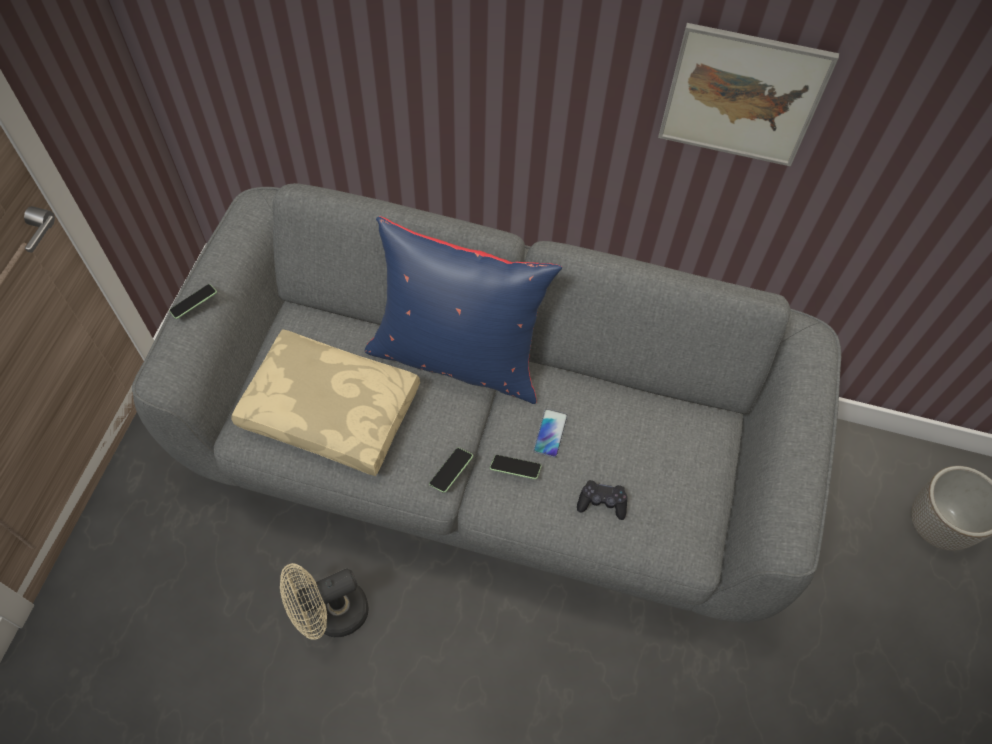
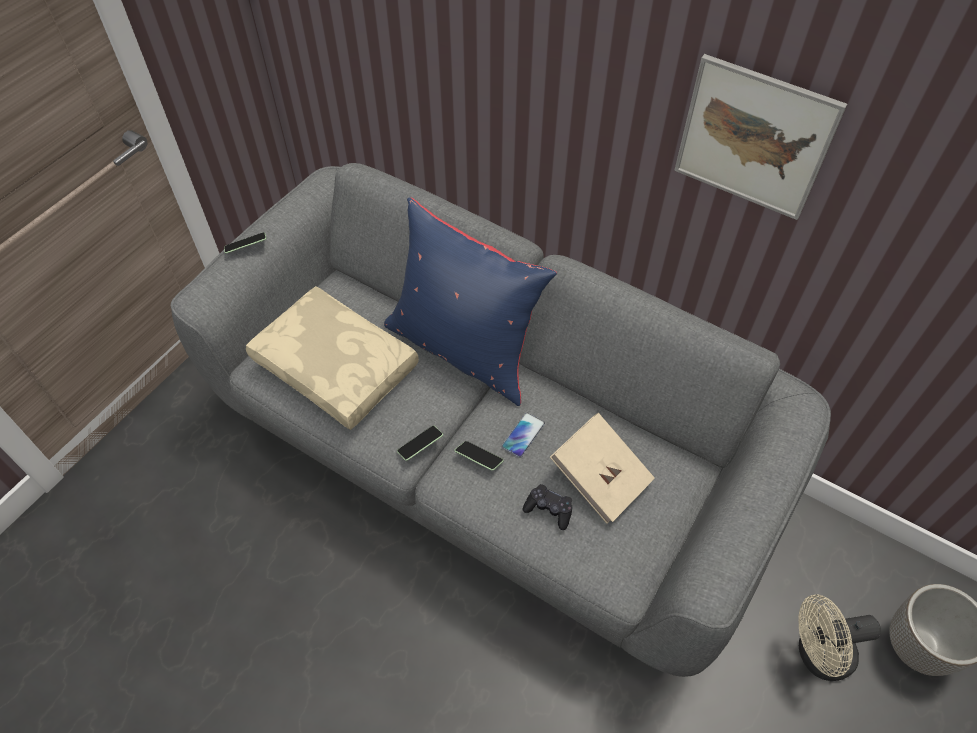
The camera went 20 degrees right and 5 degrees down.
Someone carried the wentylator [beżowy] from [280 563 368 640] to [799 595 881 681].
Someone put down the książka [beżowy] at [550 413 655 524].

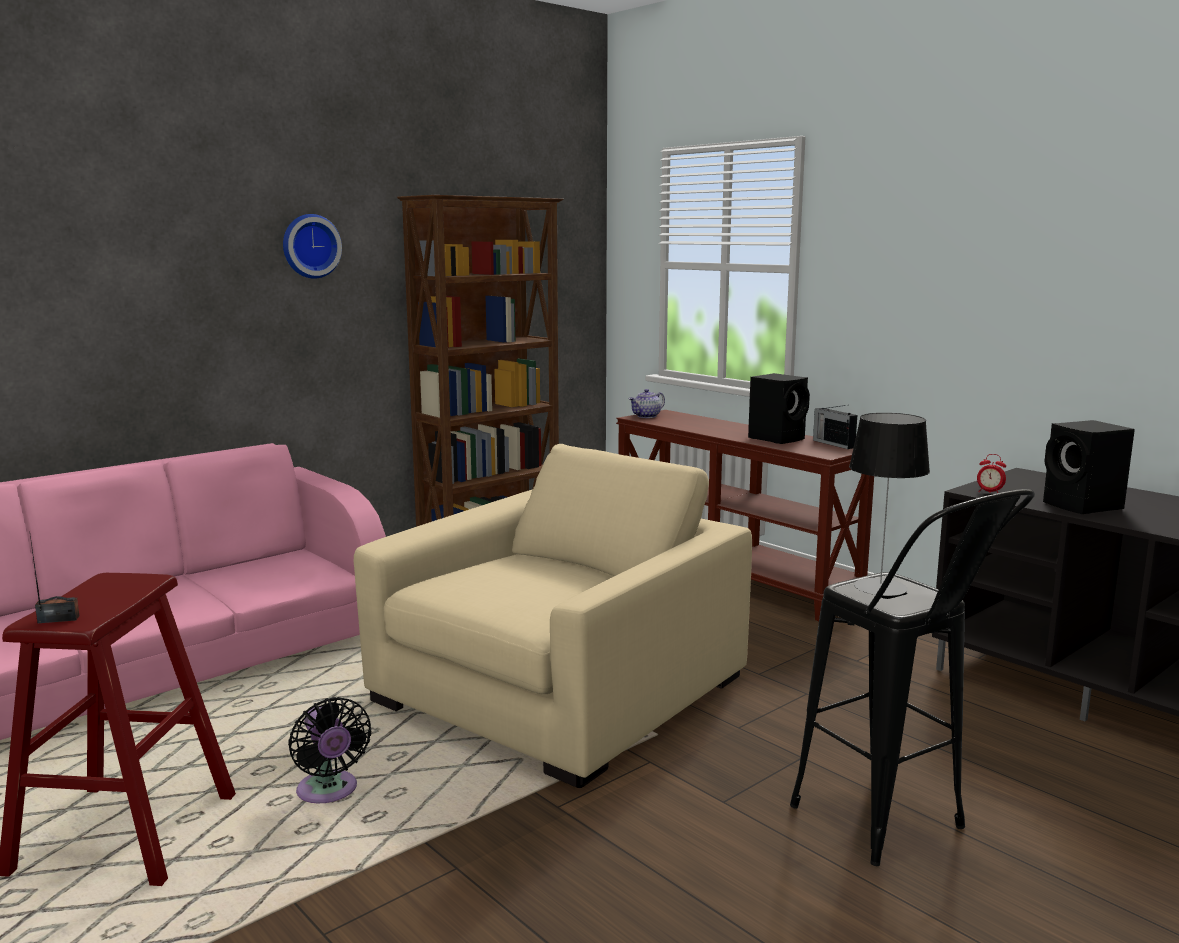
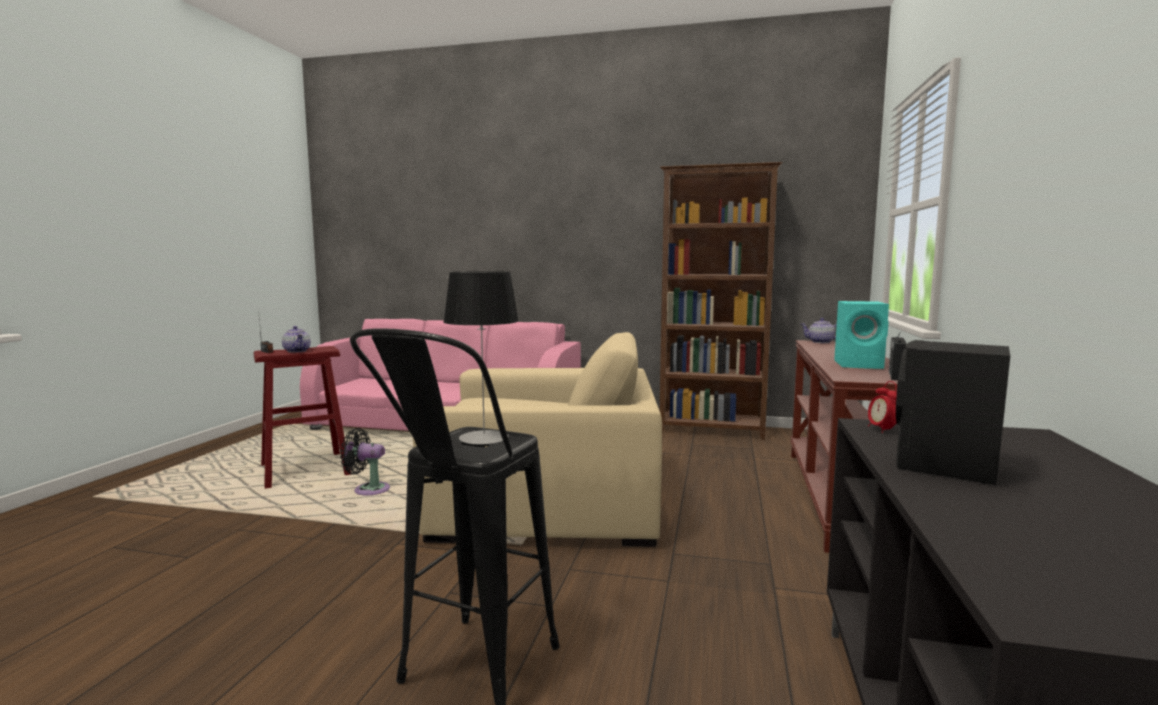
The camera went 55 degrees right and 5 degrees down.
Someone took away the zegar ścienny at [283 214 342 279].
Someone repainted the głośnik [czarny] at [748 373 810 444], which became the głośnik [turkusowy] at [834 301 889 369].
Someone rotated the wentylator [czarny] at [288 697 371 803] by 75 degrees clockwise.
Someone put down the imbryk at [282 326 311 353].

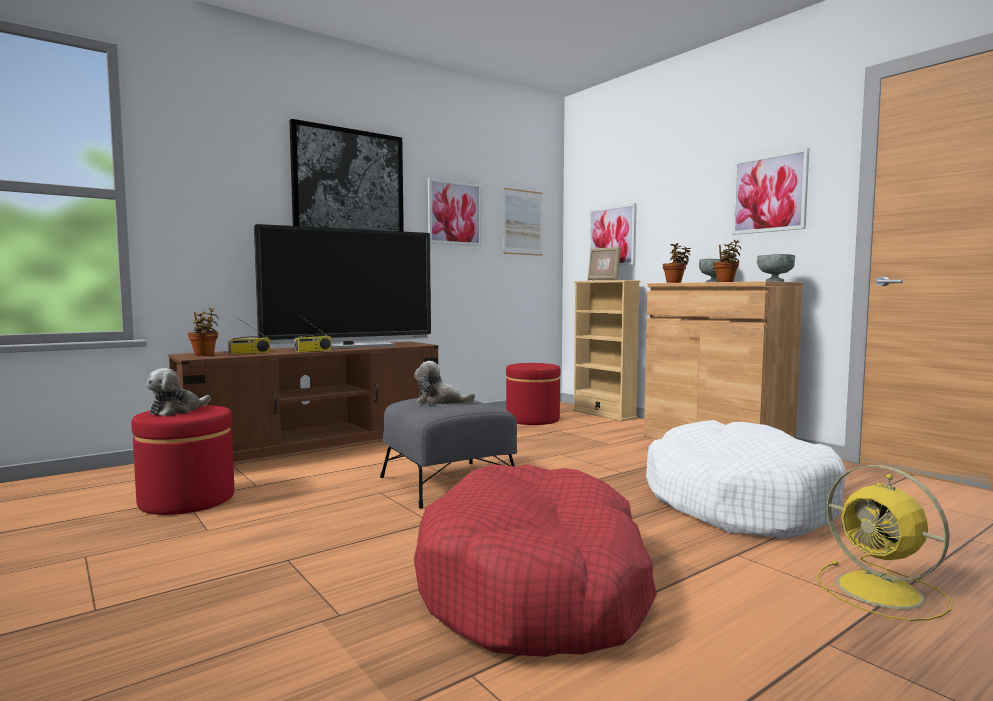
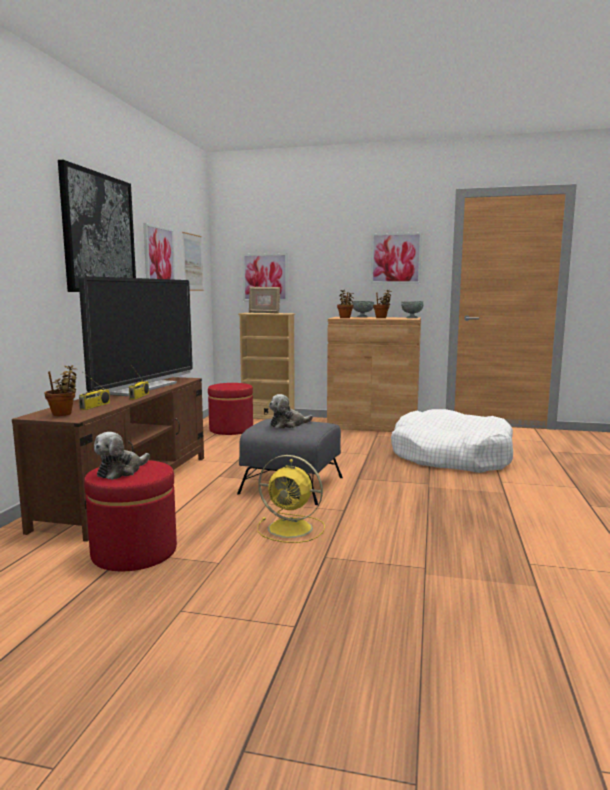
The camera went 40 degrees left and 5 degrees up.
Someone rotated the pluszak at [147 368 211 416] by 45 degrees clockwise.
Someone took away the legowisko [czerwony] at [414 464 657 657].
Someone carried the wentylator [żółty] from [817 465 952 621] to [257 455 325 543].

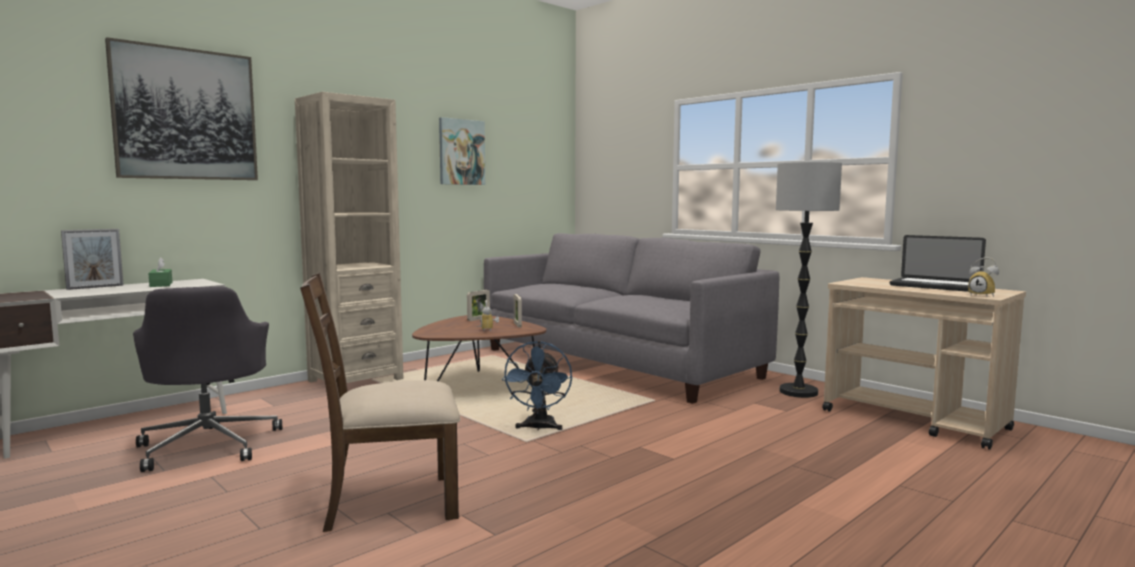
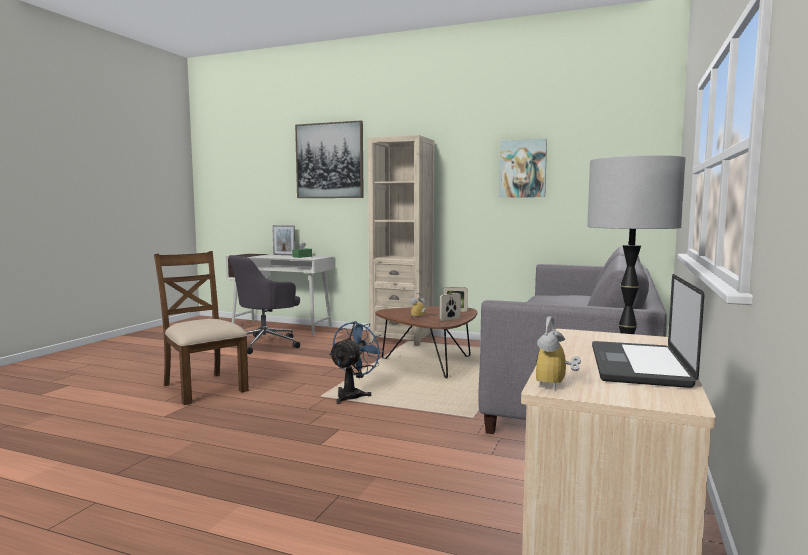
The camera went 65 degrees right and 0 degrees up.
Someone rotated the wentylator [niebieski] at [502 341 572 430] by 135 degrees clockwise.

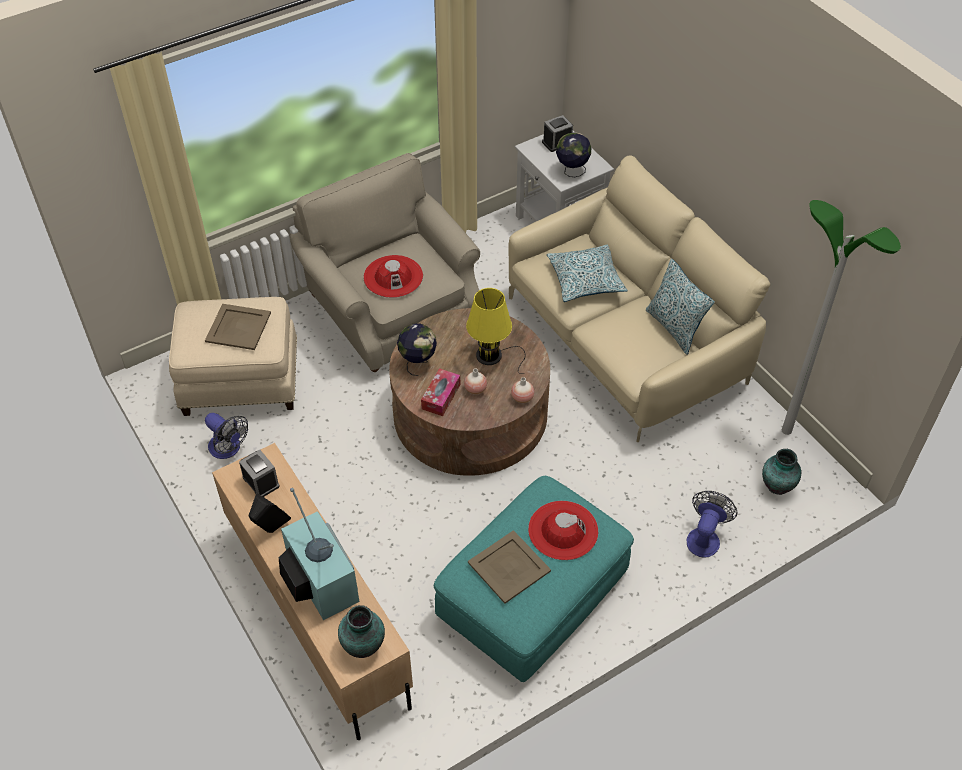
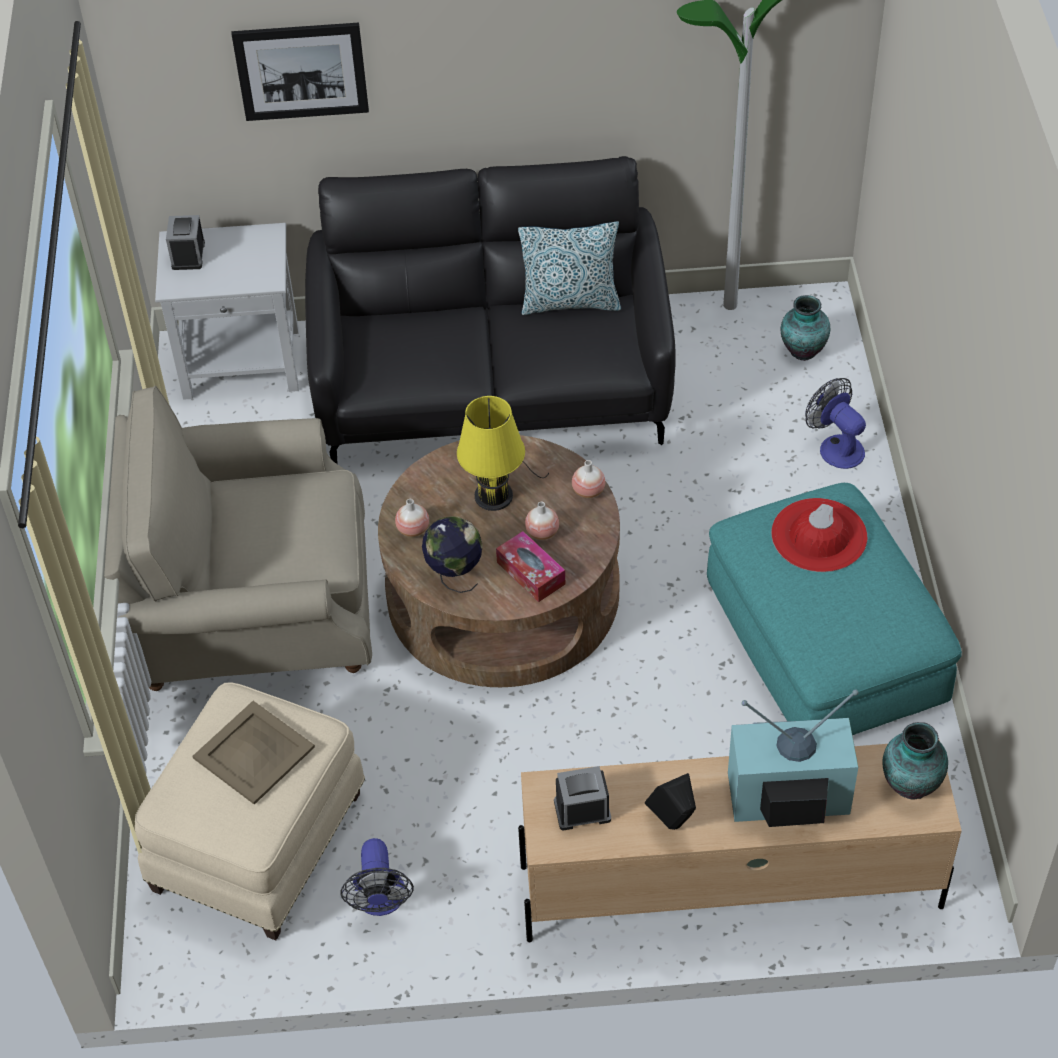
The camera went 60 degrees left and 0 degrees up.
Someone took away the globus at [556 132 591 177].
Someone repainted the kanapa [beżowy] at [509 155 770 442], which became the kanapa [czarny] at [305 156 676 464].
Someone took away the poduszka at [547 245 628 302].
Someone took away the kapelusz [czerwony] at [364 255 423 298].
Someone rotated the wentylator at [205 413 248 459] by 105 degrees clockwise.
Someone took away the taca [beżowy] at [468 530 551 604].
Someone put up the obraz at [232 23 369 121].
Someone put down the wazon at [395 499 429 537].

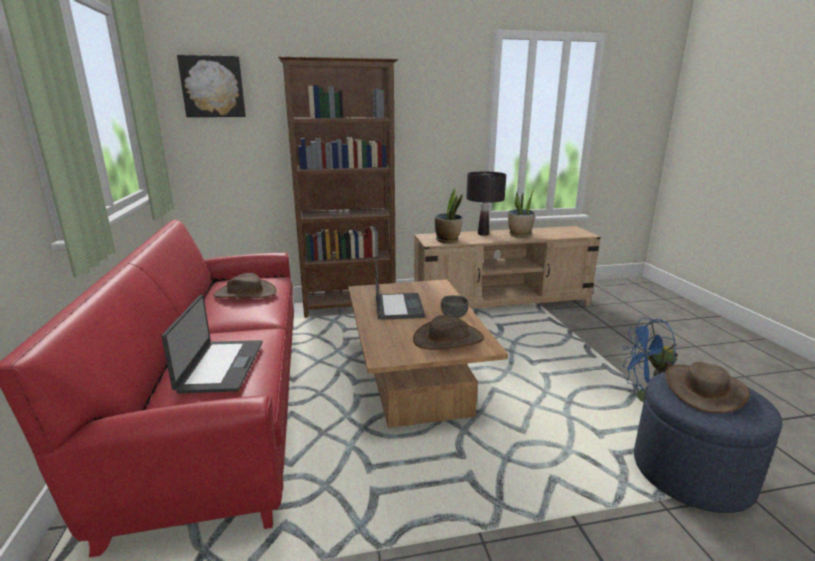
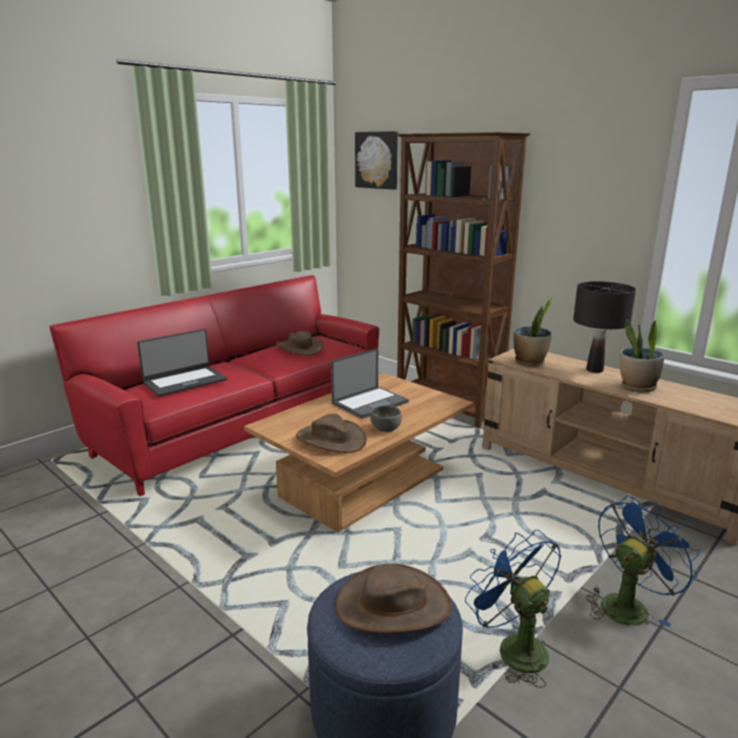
The camera went 55 degrees right and 0 degrees up.
Someone put down the wentylator [niebieski] at [585 496 700 627].

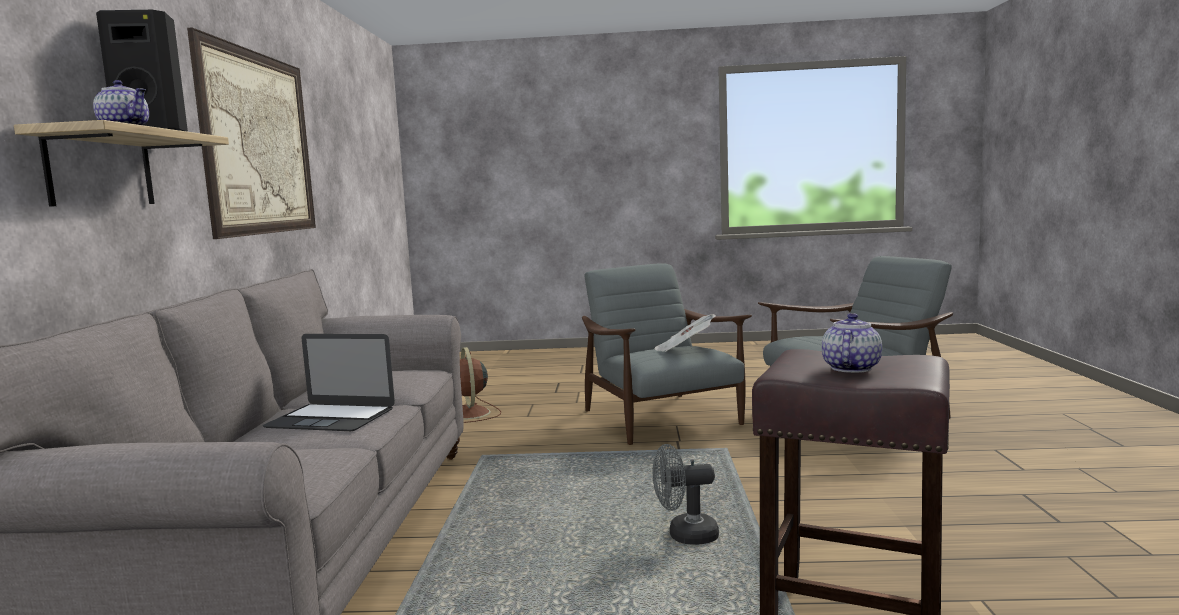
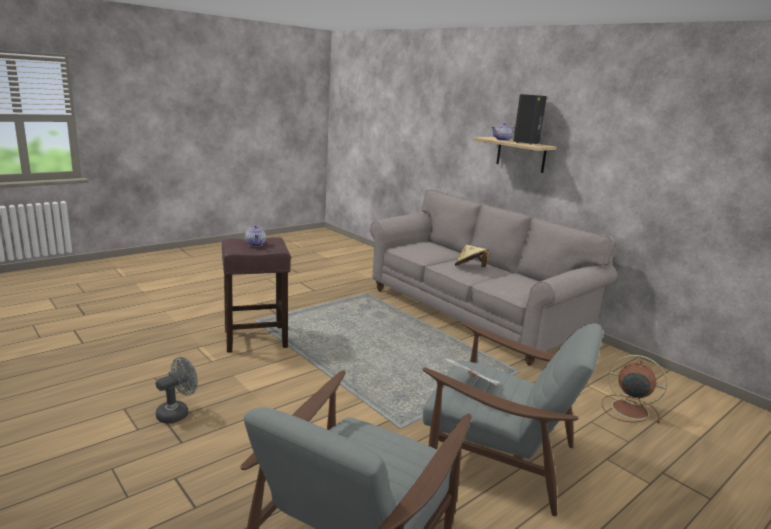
The camera went 135 degrees right and 10 degrees up.
Someone took away the obraz at [187 27 316 239].
Someone swapped the laptop at [263 334 395 431] for the kapelusz [beżowy] at [455 245 489 267].
Someone carried the wentylator [szary] from [653 444 719 545] to [156 357 198 424].

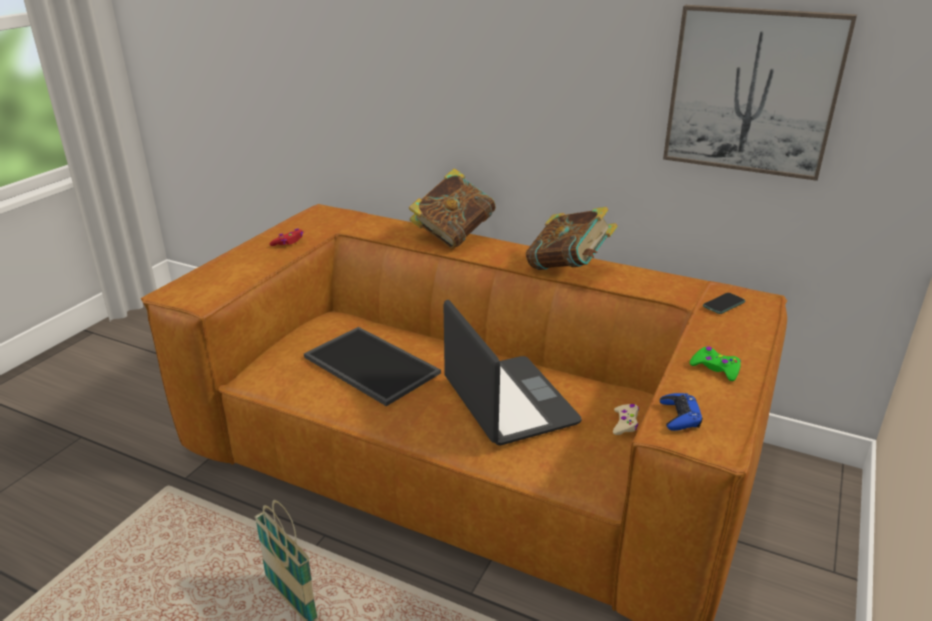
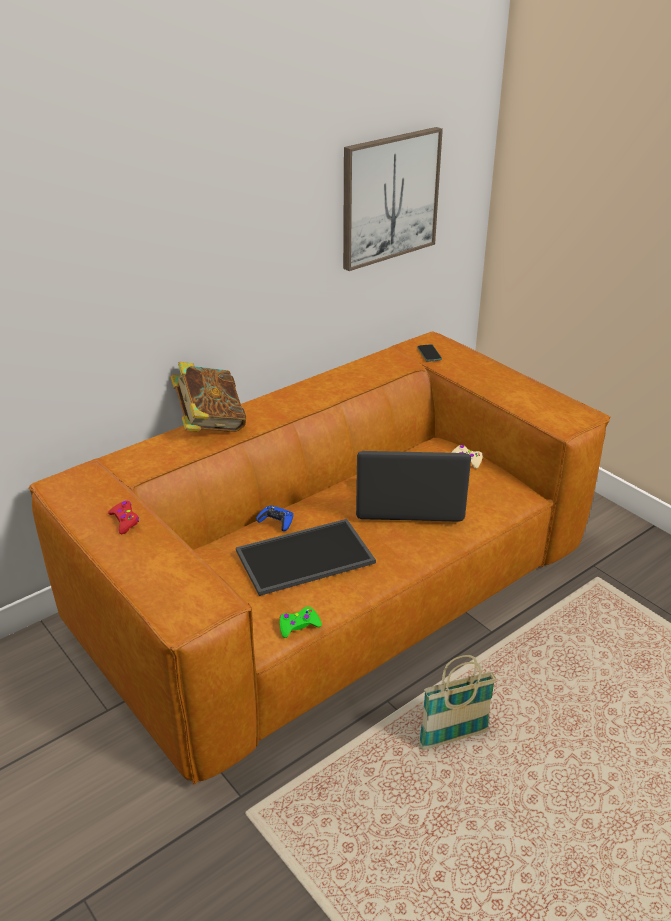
The camera went 65 degrees left and 5 degrees up.
Someone took away the książka at [526 207 618 270].
Someone carried the pad do gier [zielony] from [690 347 741 381] to [279 607 322 638].
Someone carried the pad do gier [niebieski] from [660 393 703 431] to [256 505 293 531].

